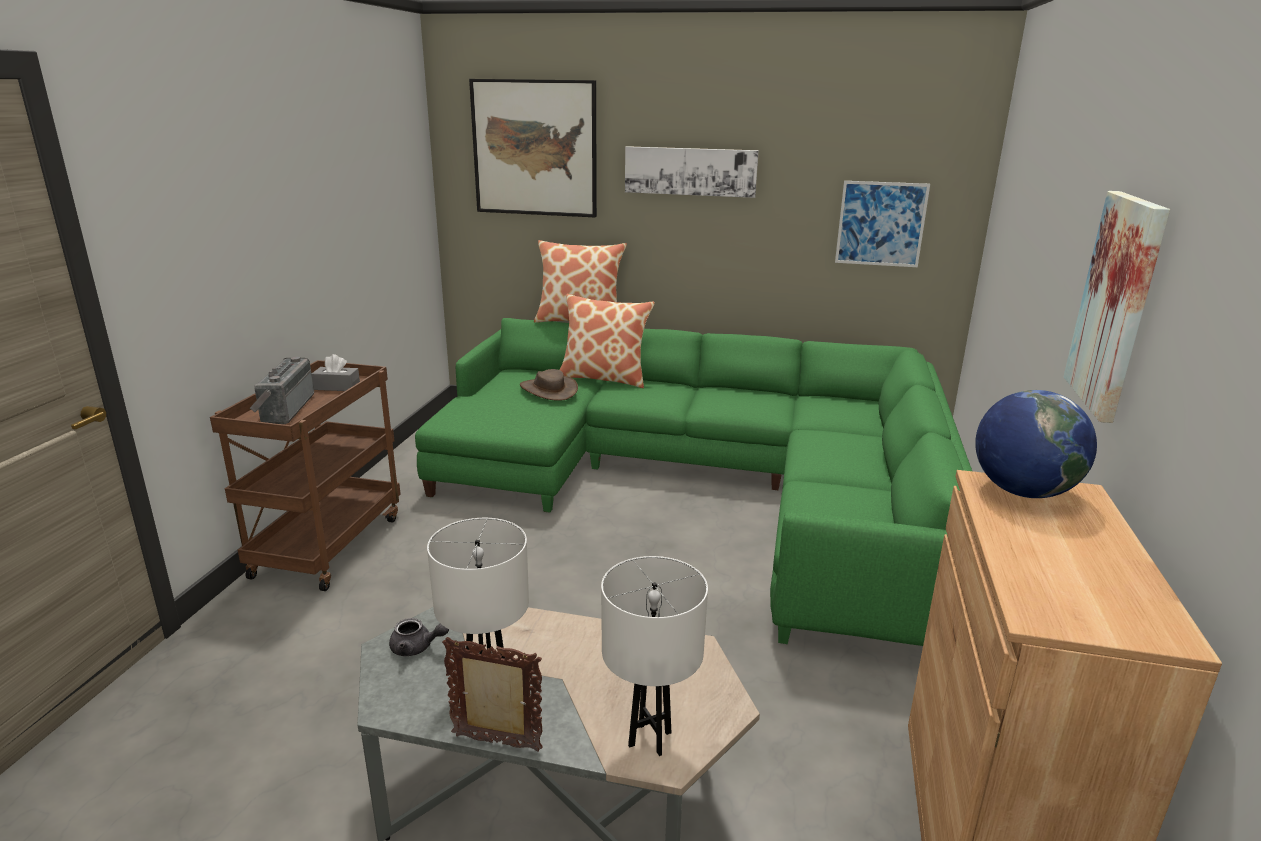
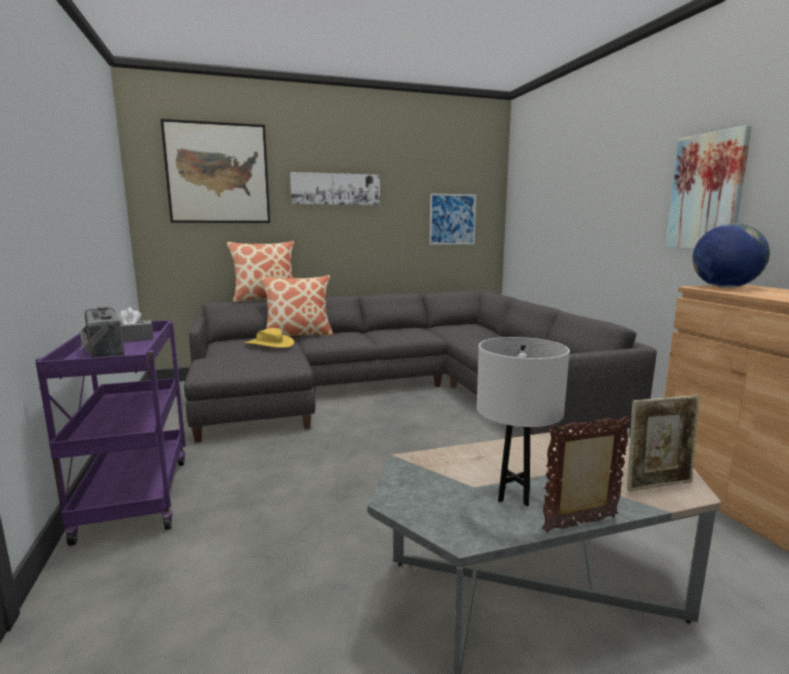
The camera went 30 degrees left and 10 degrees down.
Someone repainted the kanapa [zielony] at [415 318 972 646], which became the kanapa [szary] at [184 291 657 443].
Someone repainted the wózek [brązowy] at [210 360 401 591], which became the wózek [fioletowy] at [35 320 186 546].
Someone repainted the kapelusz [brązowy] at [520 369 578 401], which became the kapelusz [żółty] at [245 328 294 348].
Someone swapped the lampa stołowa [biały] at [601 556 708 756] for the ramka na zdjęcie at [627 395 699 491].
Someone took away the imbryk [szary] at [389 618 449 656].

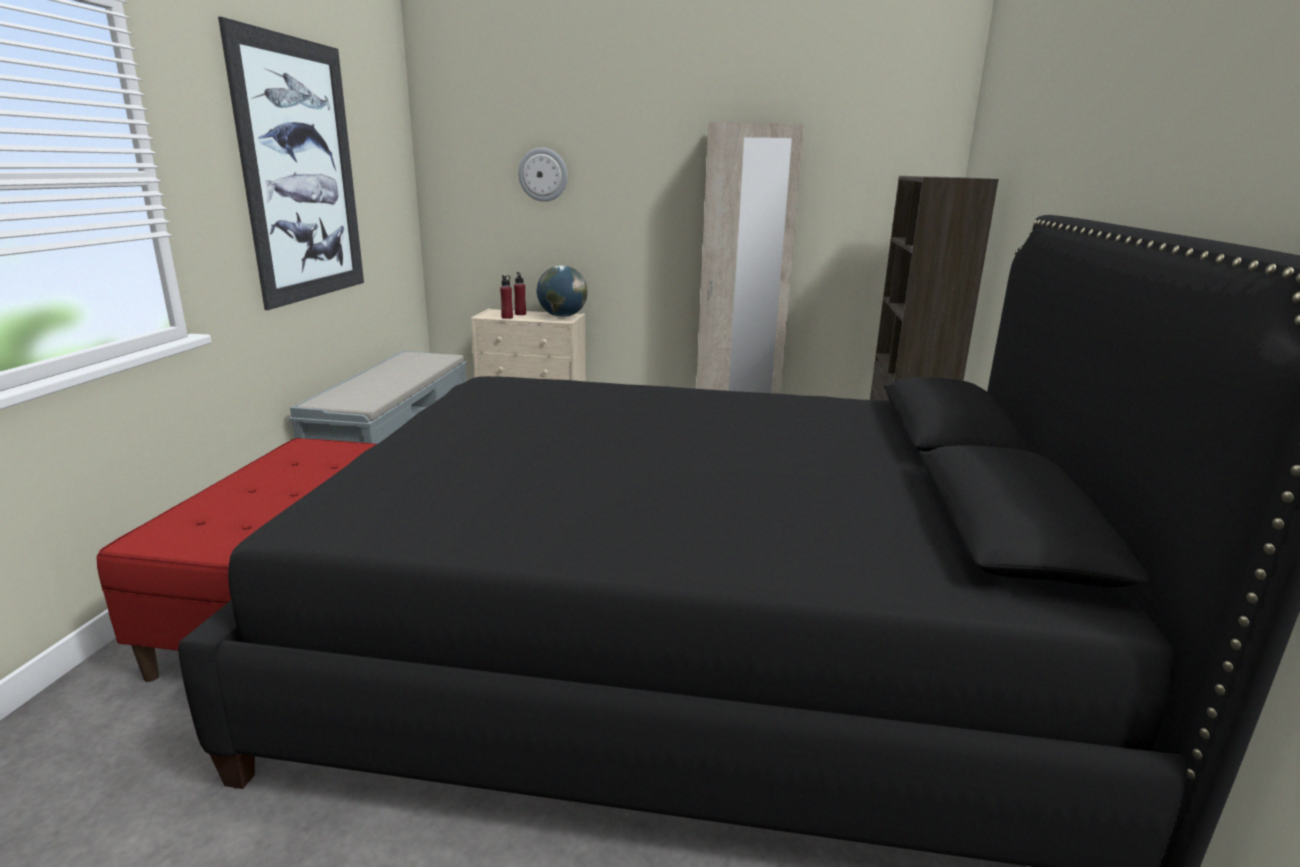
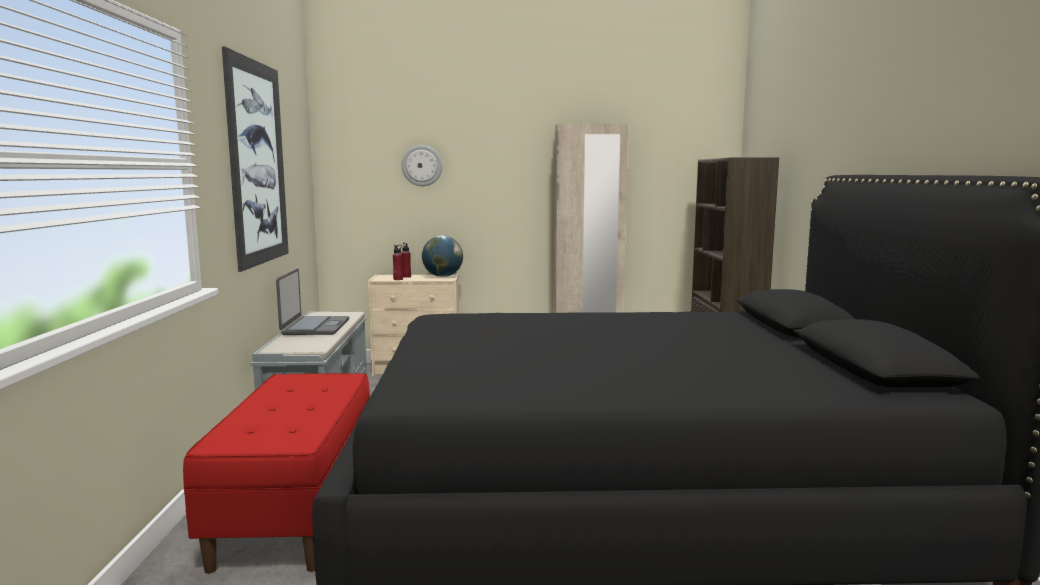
The camera went 10 degrees left and 10 degrees down.
Someone put down the laptop at [276 268 349 335].

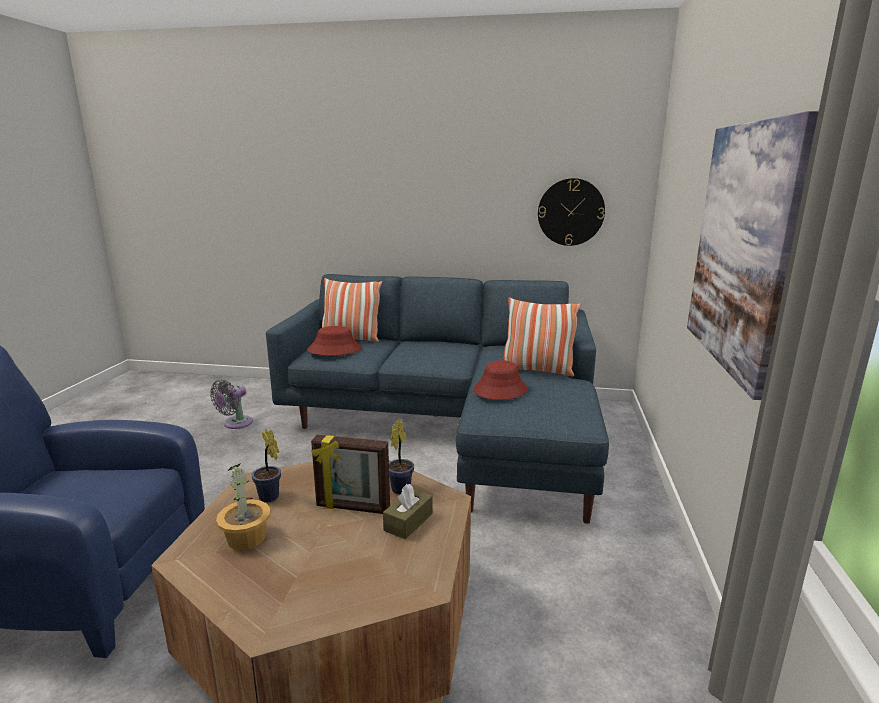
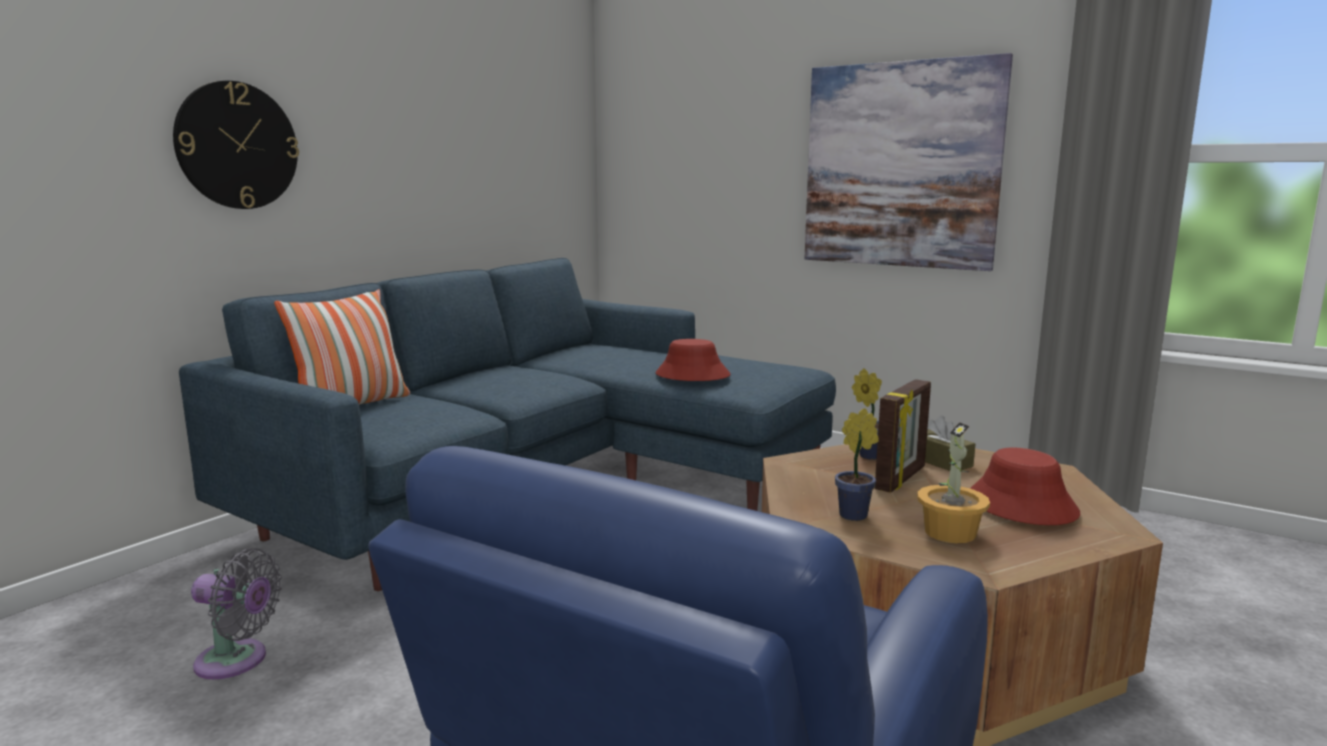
The camera went 65 degrees left and 5 degrees down.
Someone carried the zegar ścienny from [538 178 605 246] to [173 81 299 209].
Someone took away the poduszka at [504 297 581 376].
Someone carried the kapelusz [czerwony] from [307 326 362 355] to [970 447 1080 525].
Someone rotated the wentylator [szary] at [210 380 253 429] by 45 degrees counterclockwise.

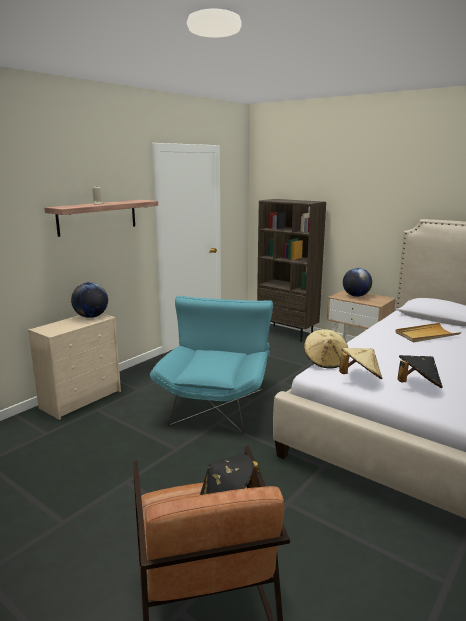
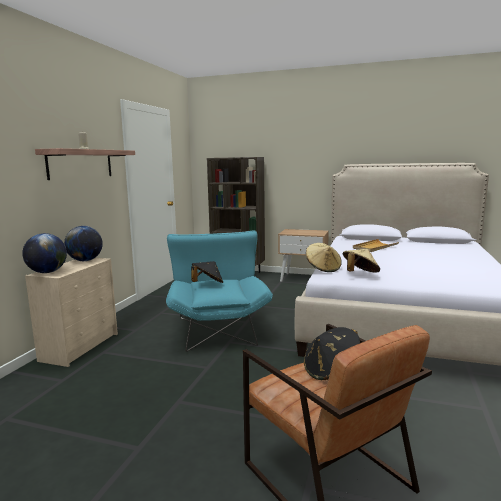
The camera went 20 degrees left and 5 degrees down.
Someone carried the globus from [343 268 372 297] to [22 233 67 273].
Someone carried the kapelusz [czarny] from [398 355 443 388] to [191 261 223 283].

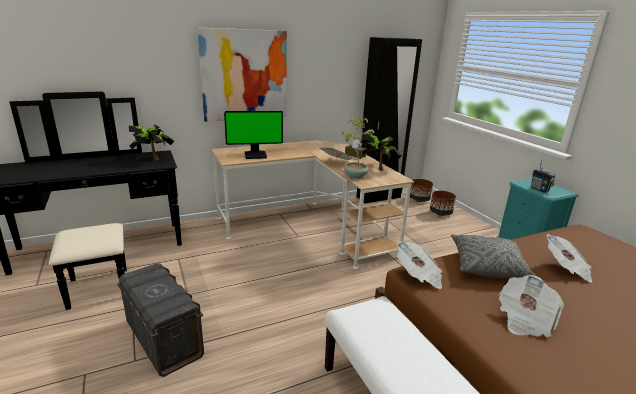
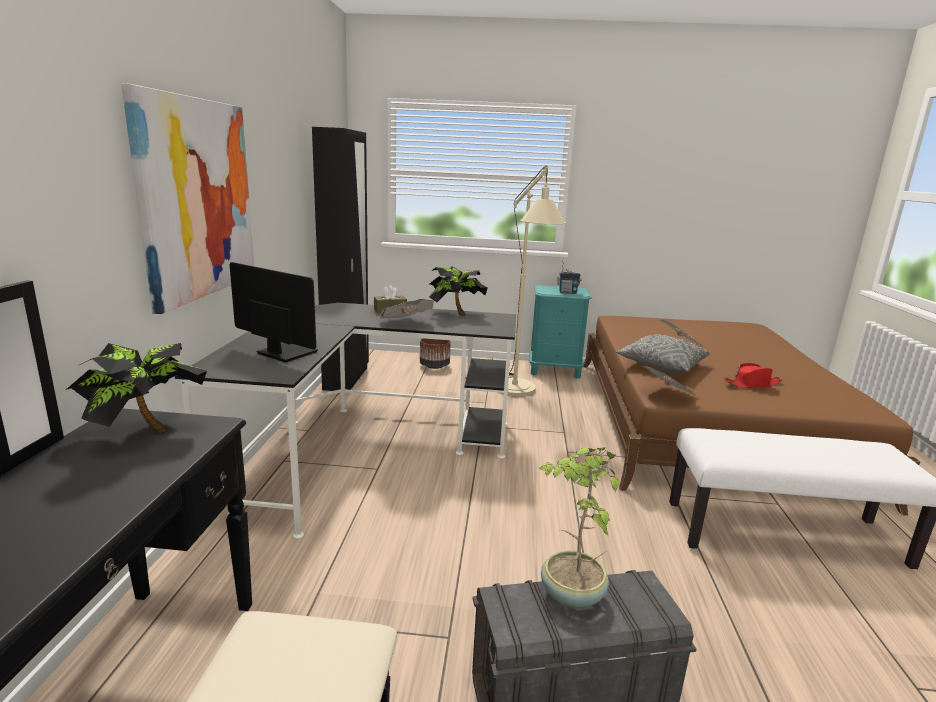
The camera went 60 degrees left and 5 degrees down.
Someone rotated the monitor at [224 111 283 159] by 75 degrees counterclockwise.
Someone carried the roślina doniczkowa from [342 116 375 179] to [538 447 619 609].
Someone repainted the biurko [beżowy] at [211 140 414 269], which became the biurko [czarny] at [175 303 516 539].
Someone took away the donica [brązowy] at [410 179 433 202].
Someone swapped the gazeta at [498 275 564 337] for the kapelusz [czerwony] at [724 363 782 388].
Someone put down the lampa stojąca [beżowy] at [501 165 566 397].

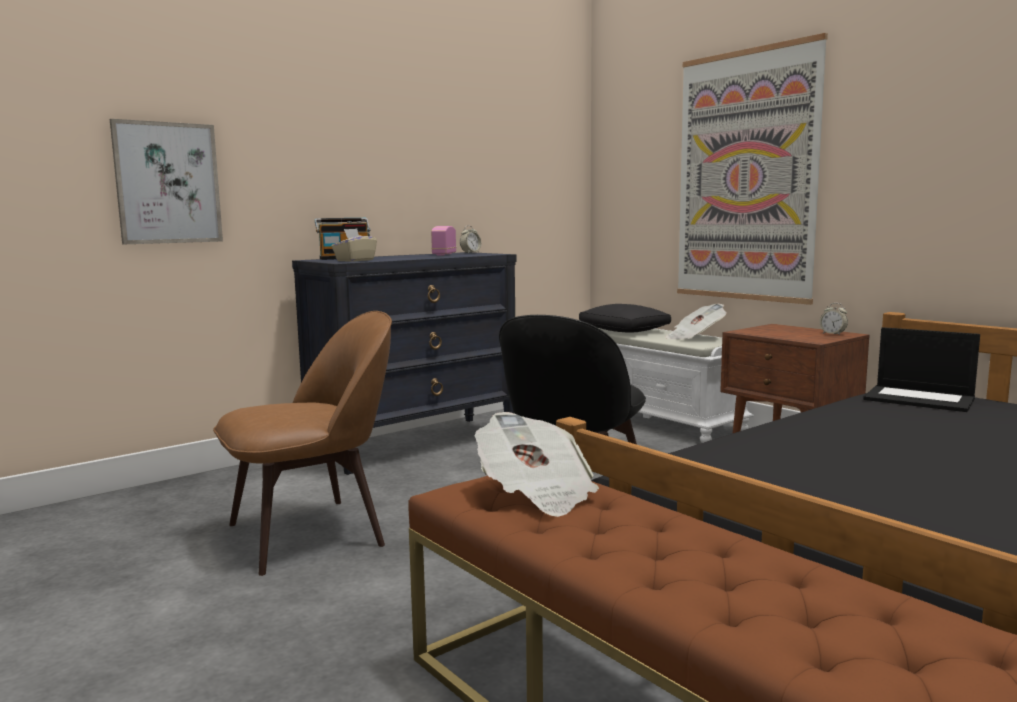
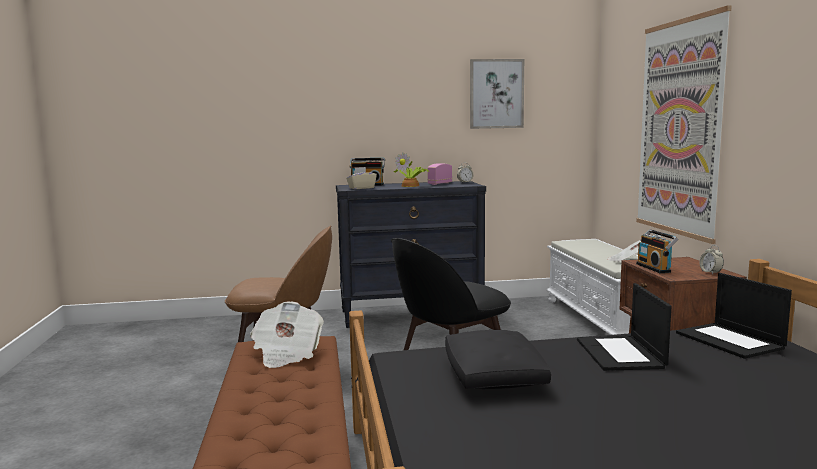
The camera went 30 degrees right and 0 degrees up.
Someone carried the obraz from [110 119 223 244] to [470 59 524 129].
Someone carried the poduszka [czarny] from [579 304 671 333] to [445 330 551 389].
Someone put down the roślina doniczkowa at [393 152 429 187].
Someone put down the radio at [636 229 678 273].
Someone put down the laptop at [577 283 672 371].

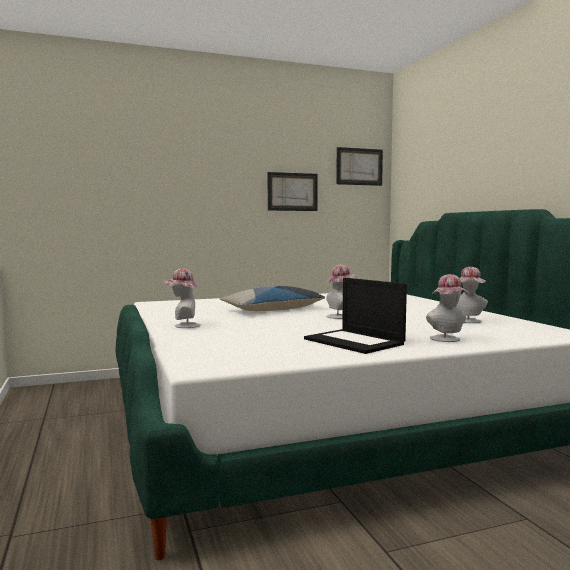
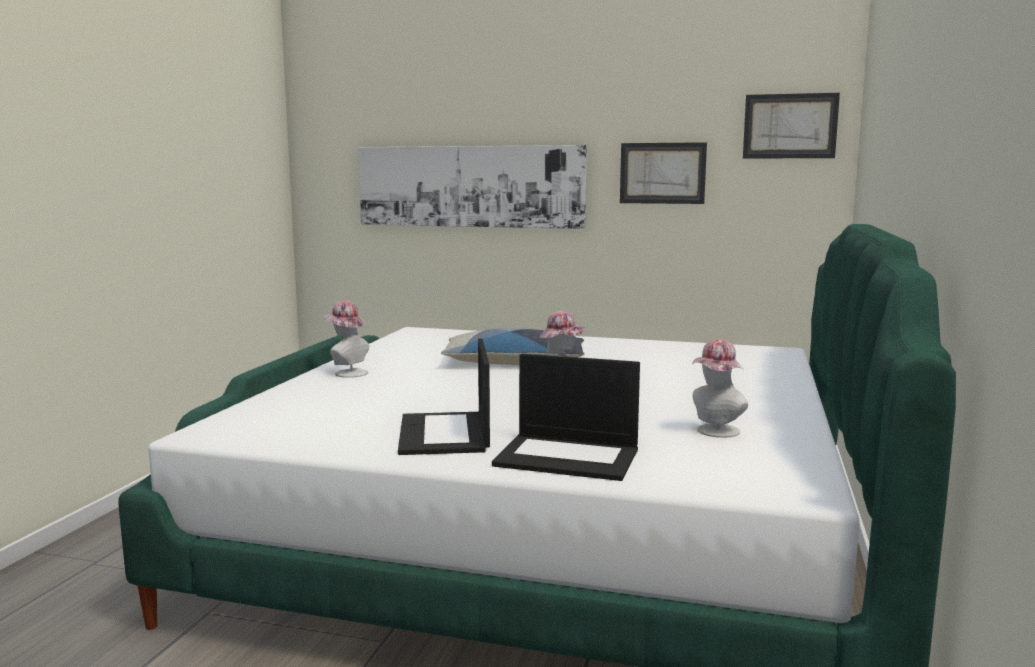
The camera went 35 degrees right and 5 degrees up.
Someone swapped the kapelusz at [426 274 468 342] for the laptop at [492 354 640 481].
Someone put up the obraz at [358 145 587 229].

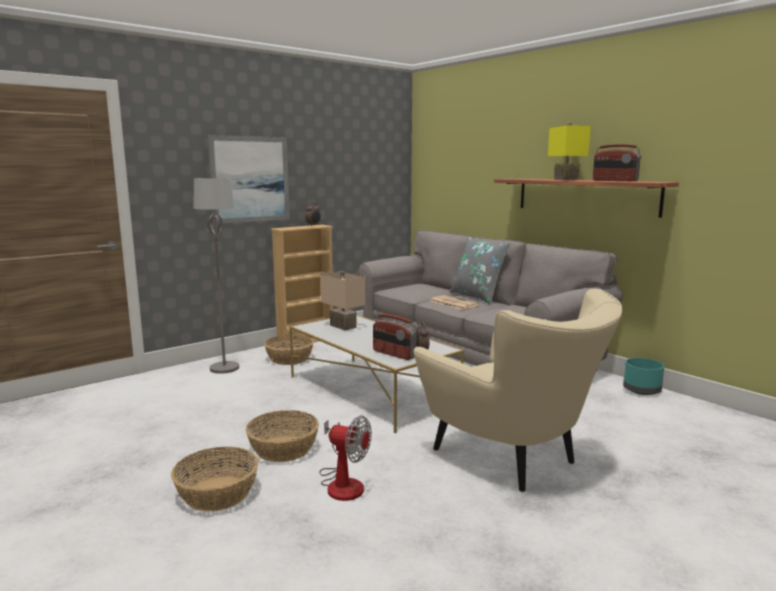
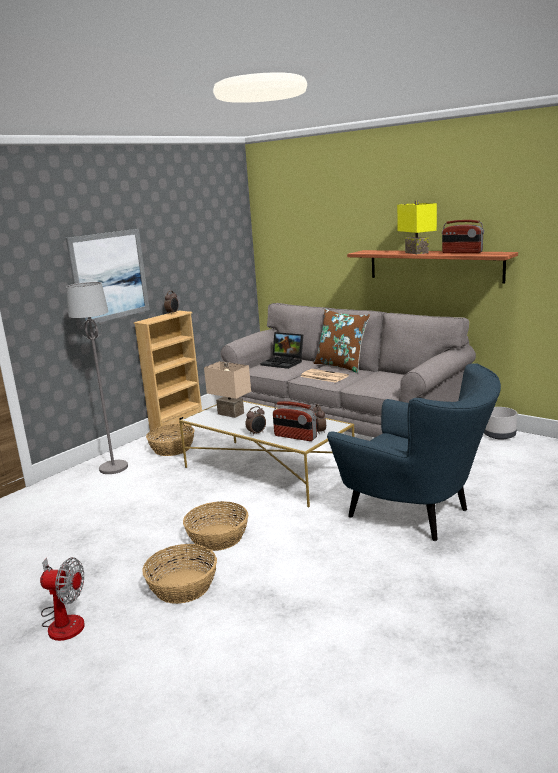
The camera went 10 degrees left and 5 degrees up.
Someone repainted the poduszka [szary] at [450 237 510 304], which became the poduszka [brązowy] at [314 309 370 373].
Someone repainted the fotel [beżowy] at [413 288 622 493], which became the fotel [niebieski] at [327 363 501 541].
Someone repainted the donica [turkusowy] at [623 358 664 395], which became the donica [szary] at [484 407 517 440].
Someone carried the wentylator from [320 415 372 501] to [40 557 85 641].
Someone put down the laptop at [261 332 303 369].
Someone put down the budzik at [245 406 266 435].

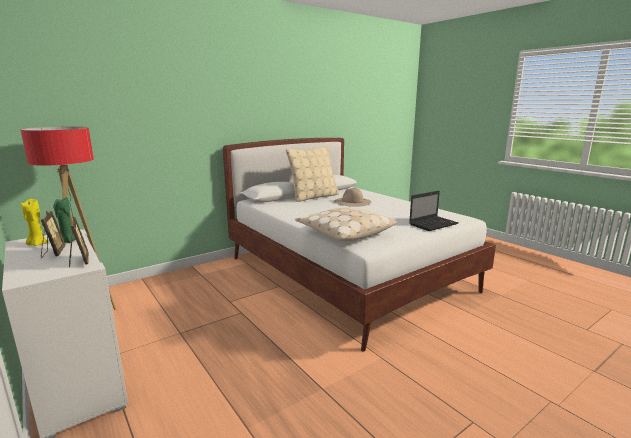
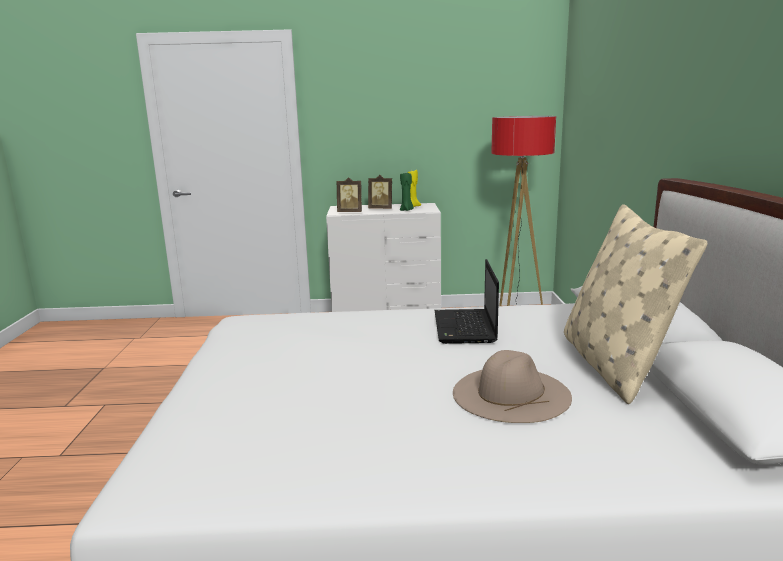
The camera went 125 degrees right and 0 degrees up.
Someone carried the laptop from [409 191 459 231] to [435 259 499 344].
Someone took away the poduszka [beżowy] at [295 207 397 242].

